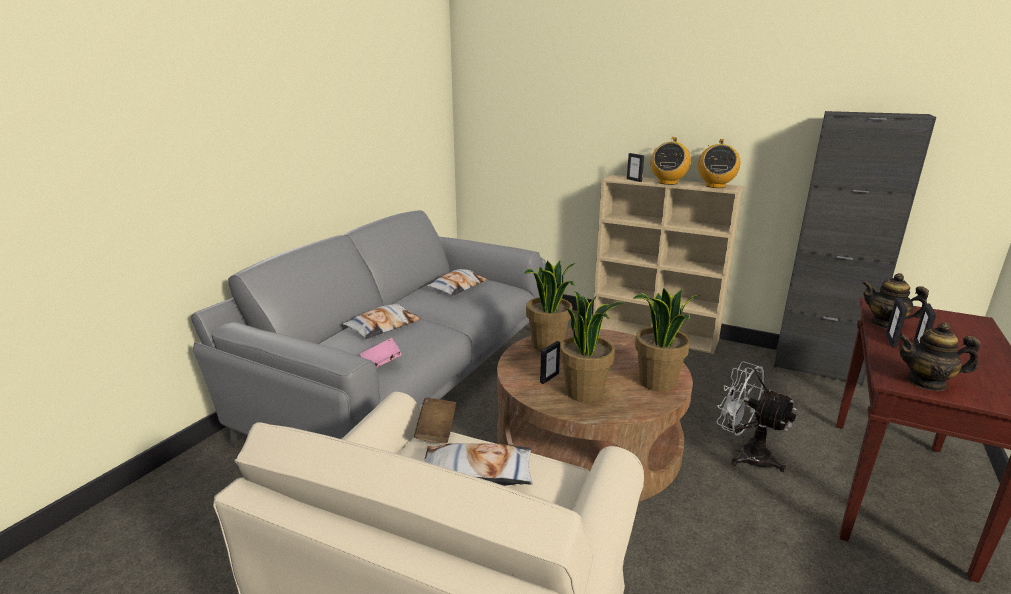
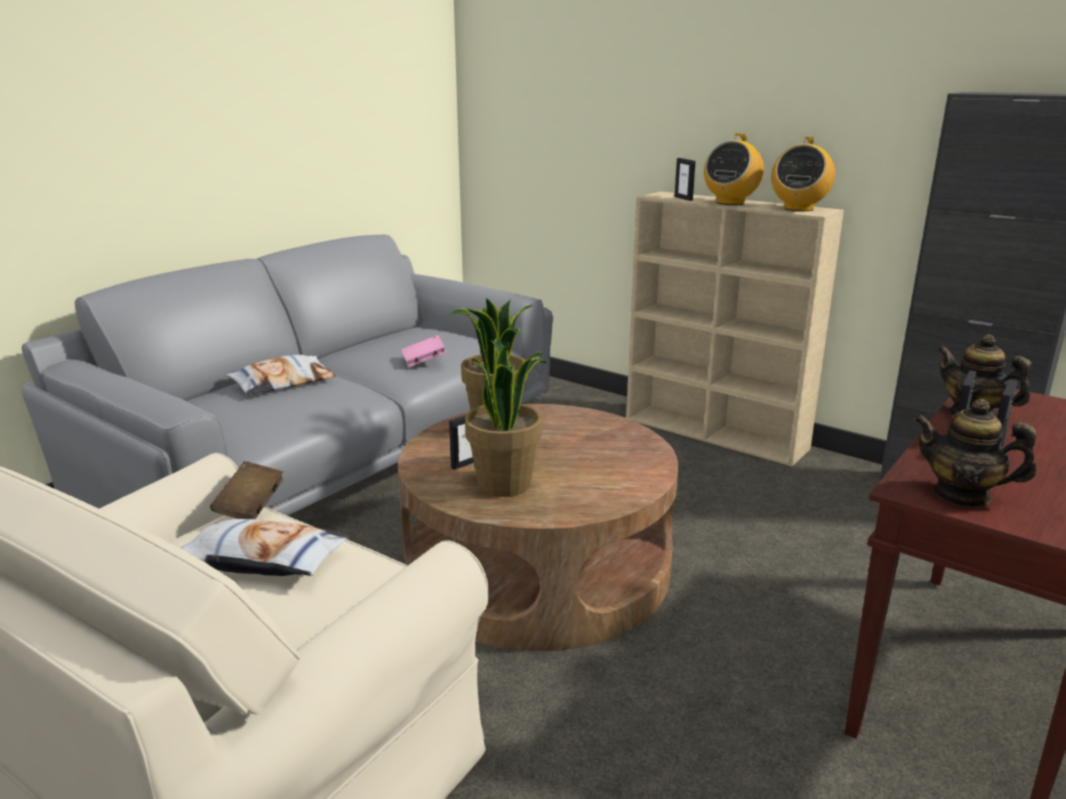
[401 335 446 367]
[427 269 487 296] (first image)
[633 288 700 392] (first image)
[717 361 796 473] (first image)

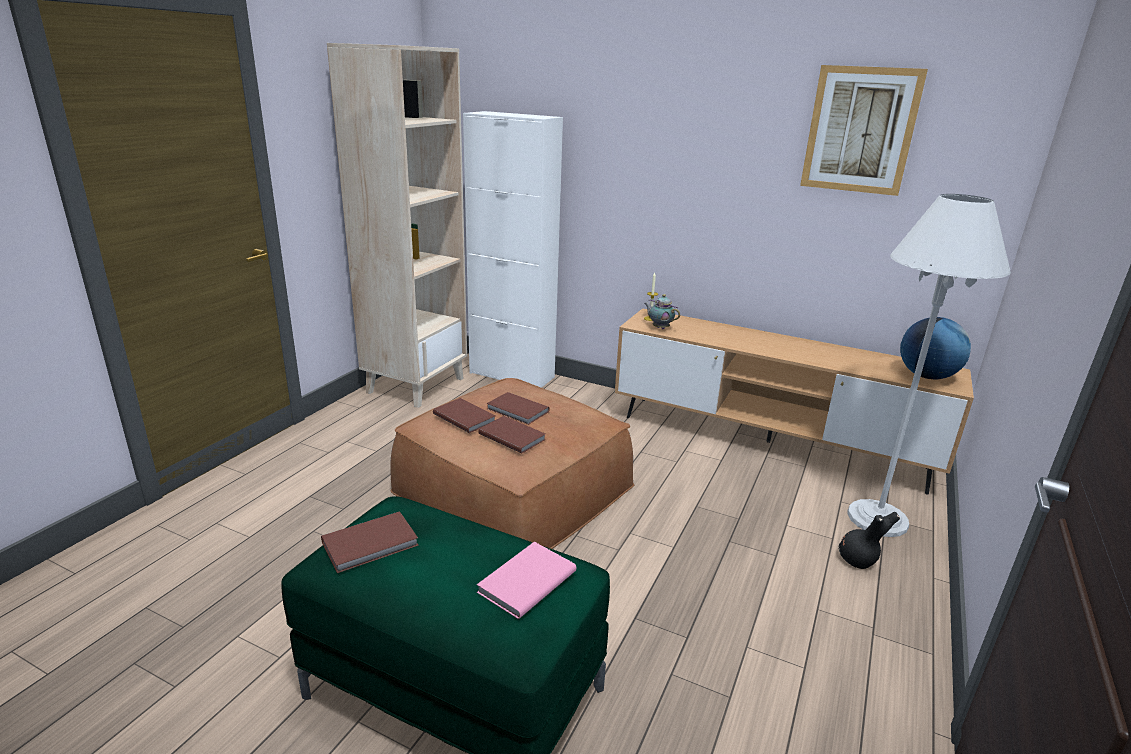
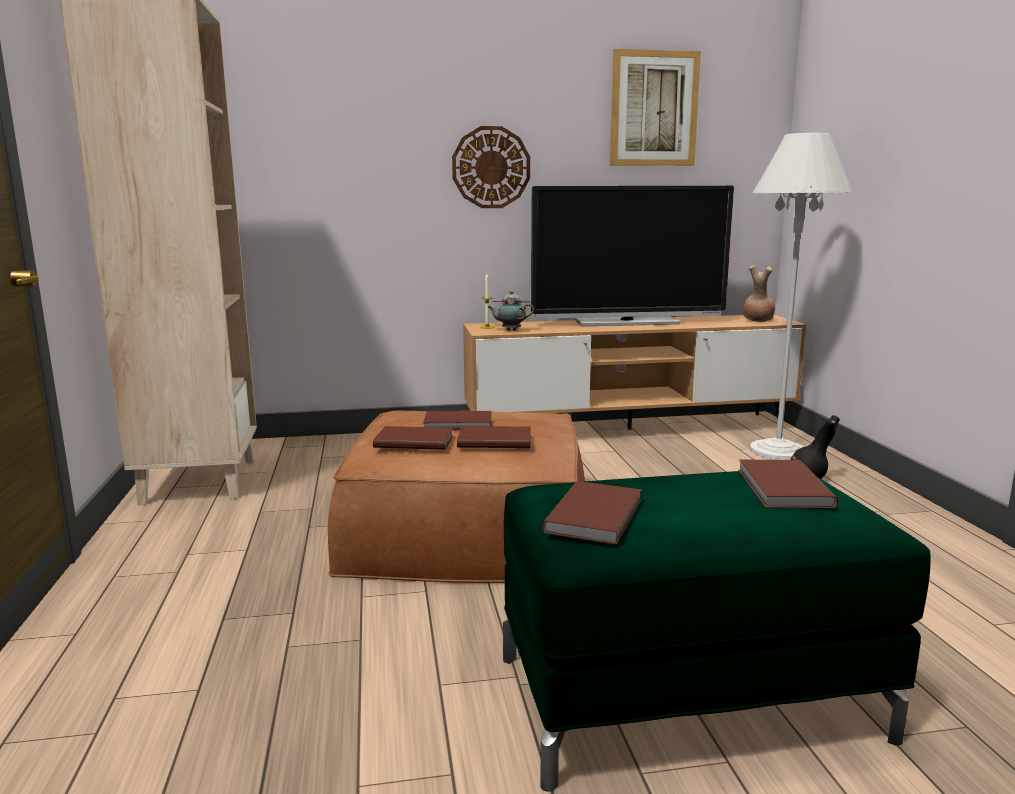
[463 111 563 388] (first image)
[738 459 838 508]
[743 265 775 322]
[452 126 530 208]
[531 186 734 326]

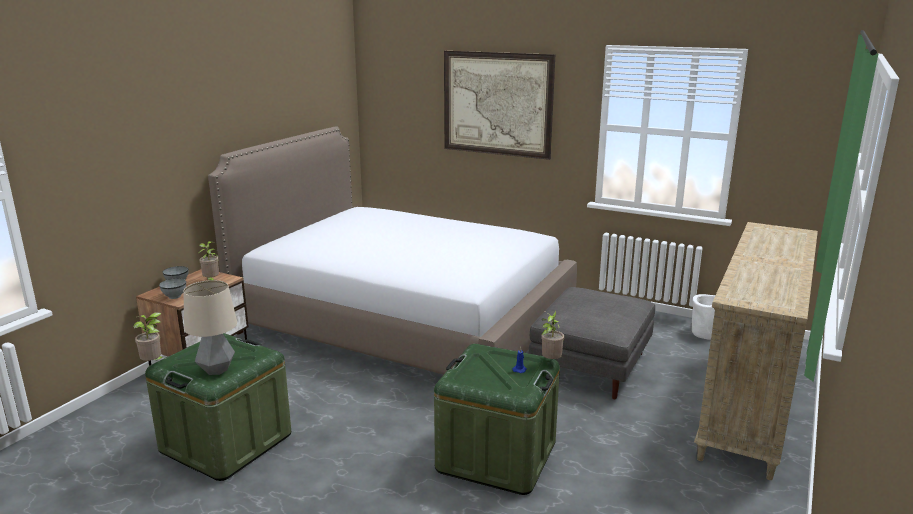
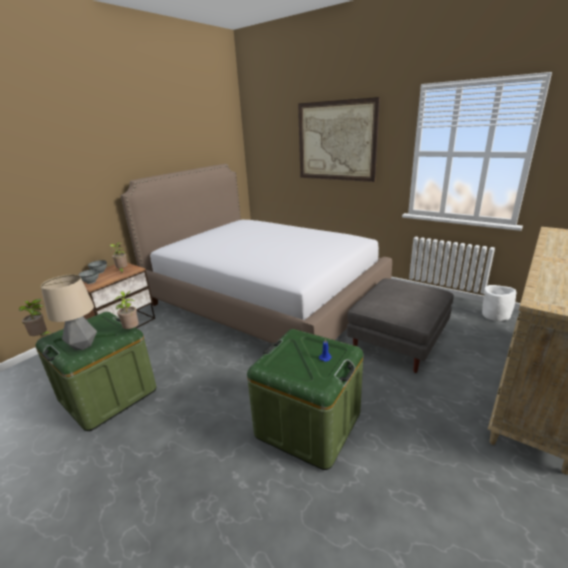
[114 291 139 329]

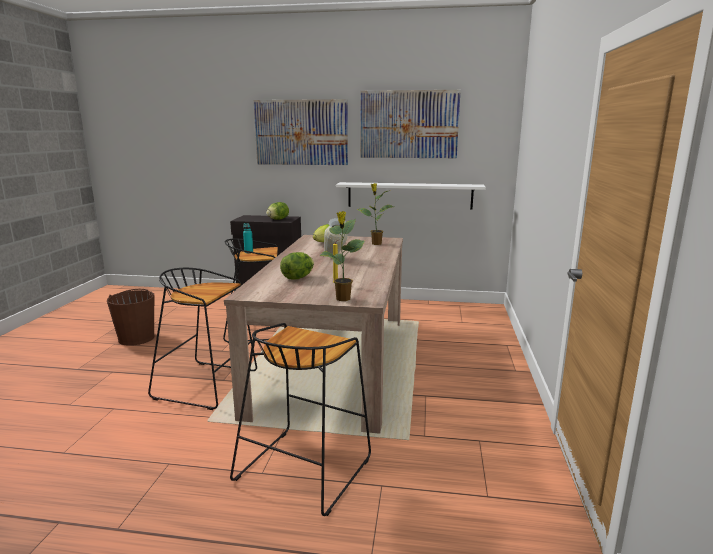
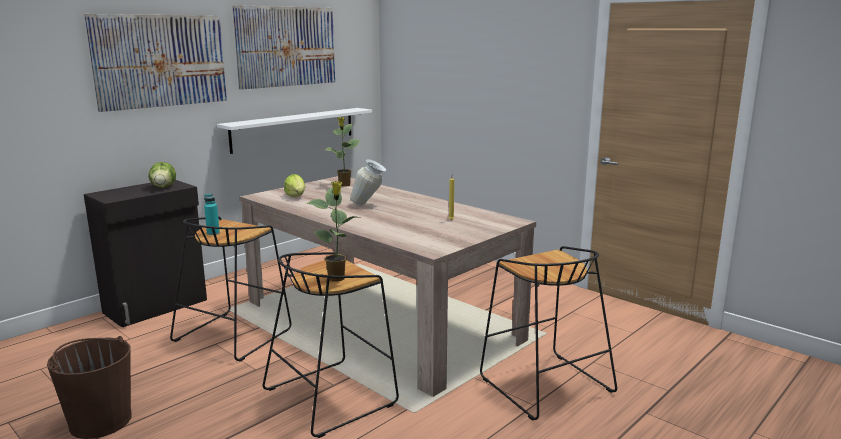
[280 252 314 279] (first image)
[306 181 356 282]

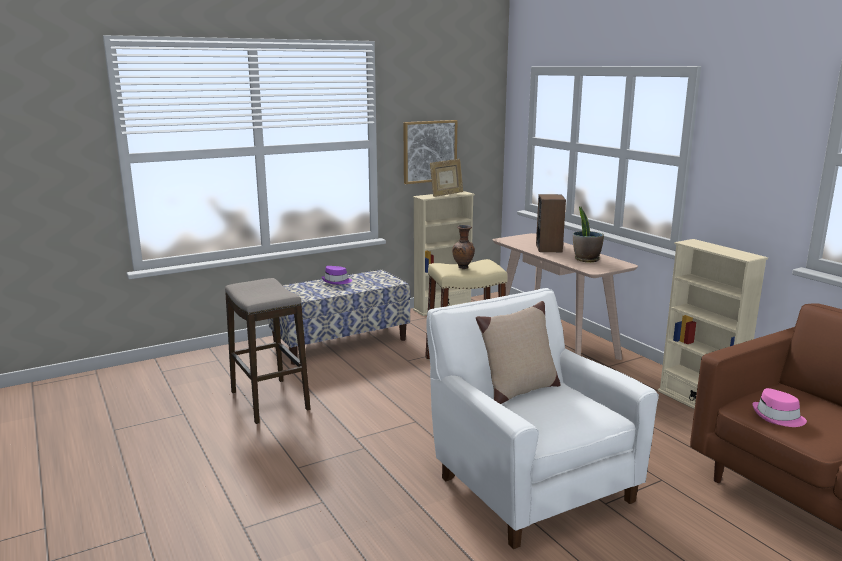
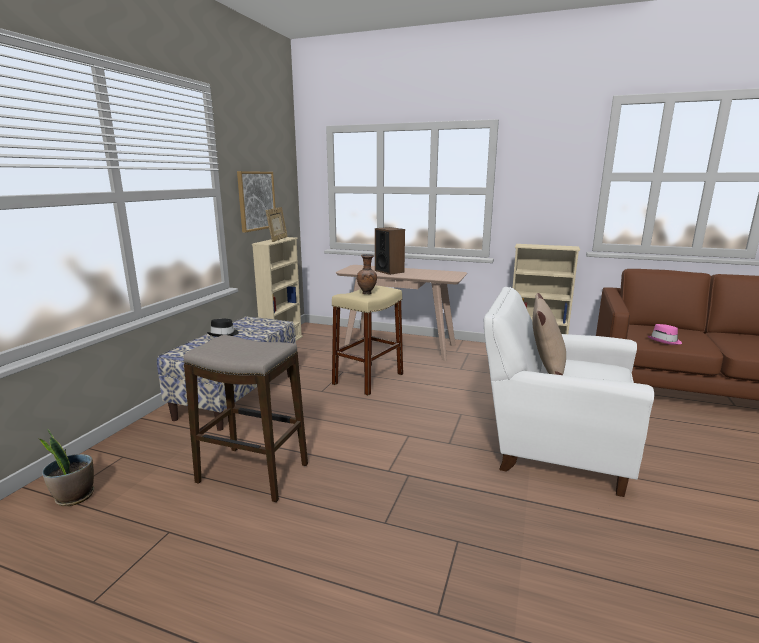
[207 319 239 337]
[39 429 94 506]

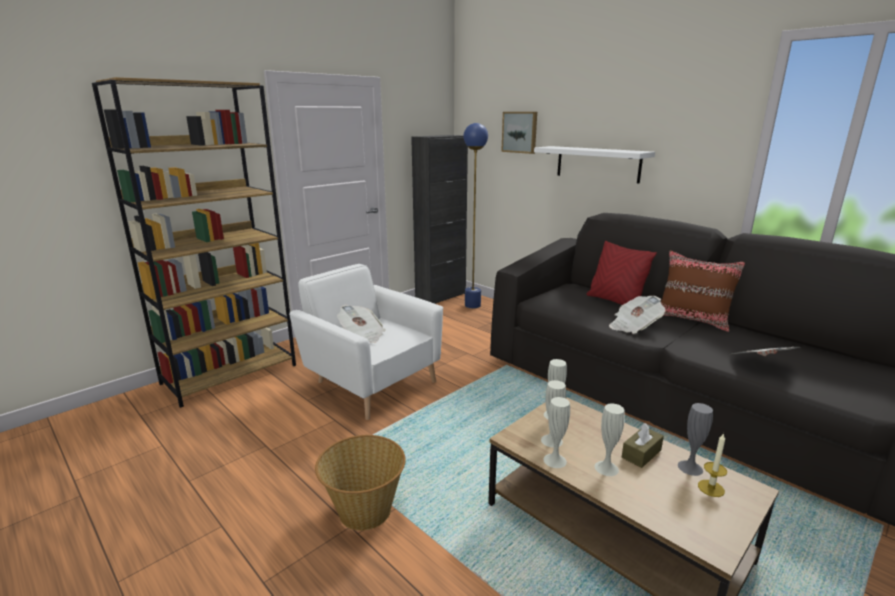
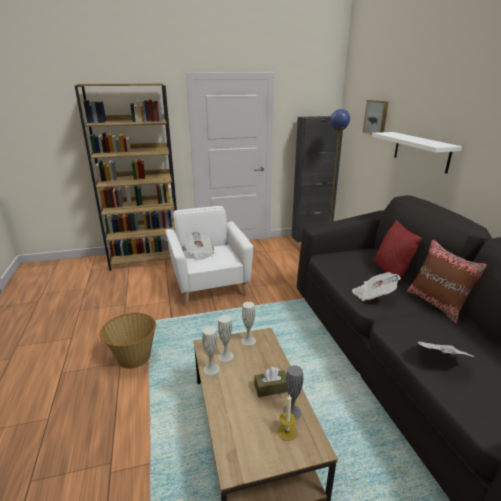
[595 404 625 476] (first image)

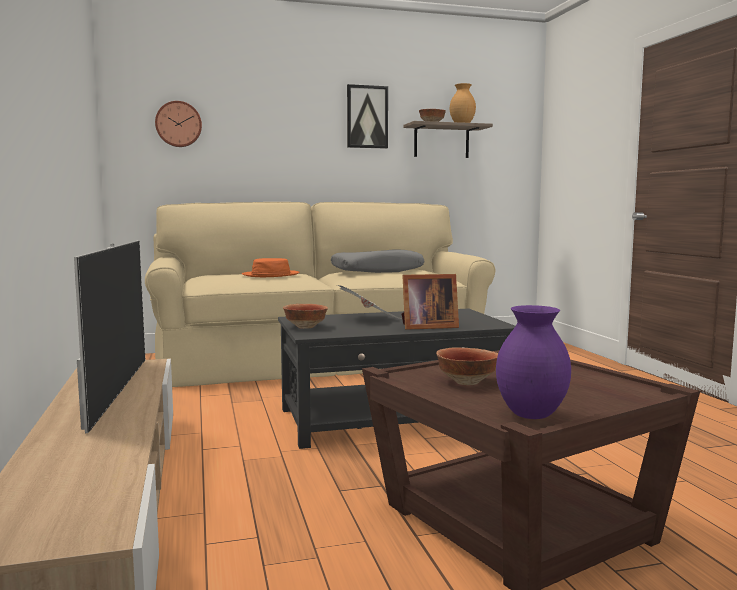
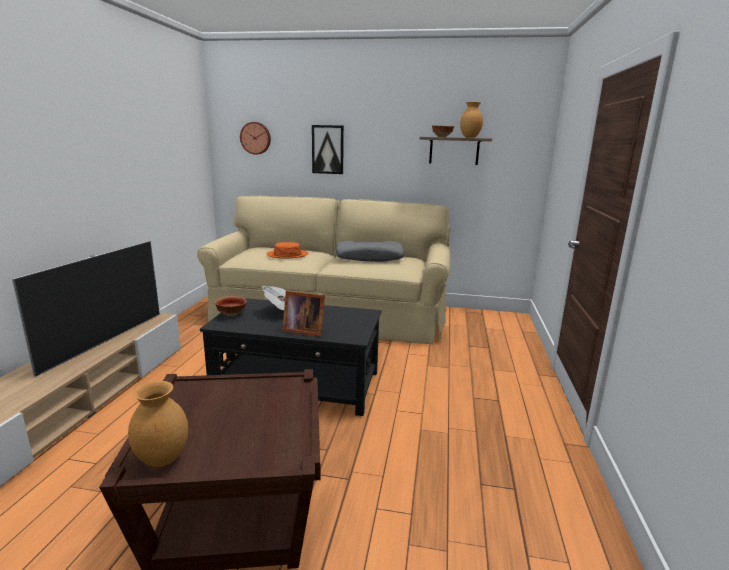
[312 125 344 174]
[436 347 498 385] (first image)
[128 381 188 467]

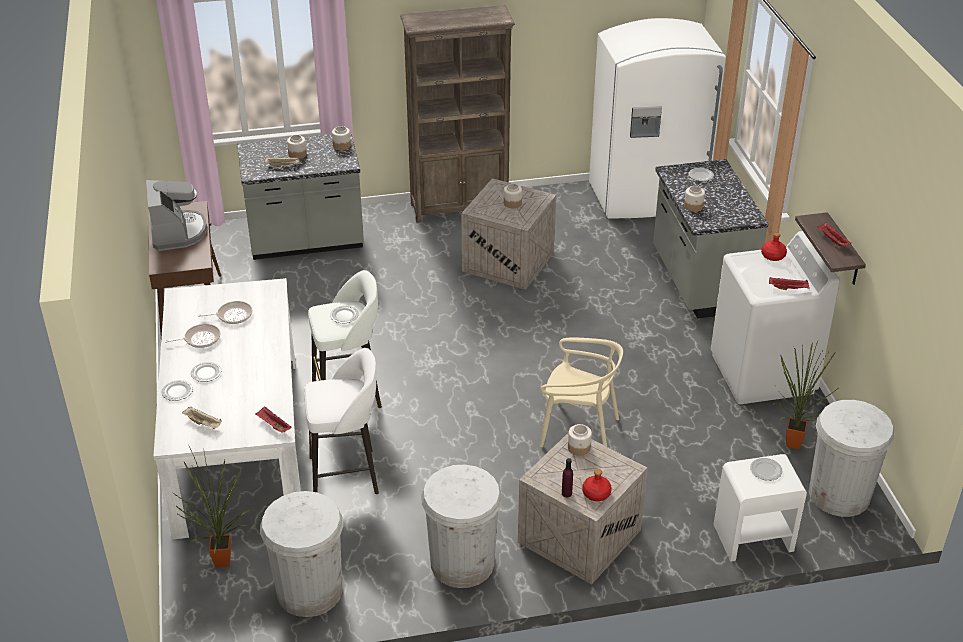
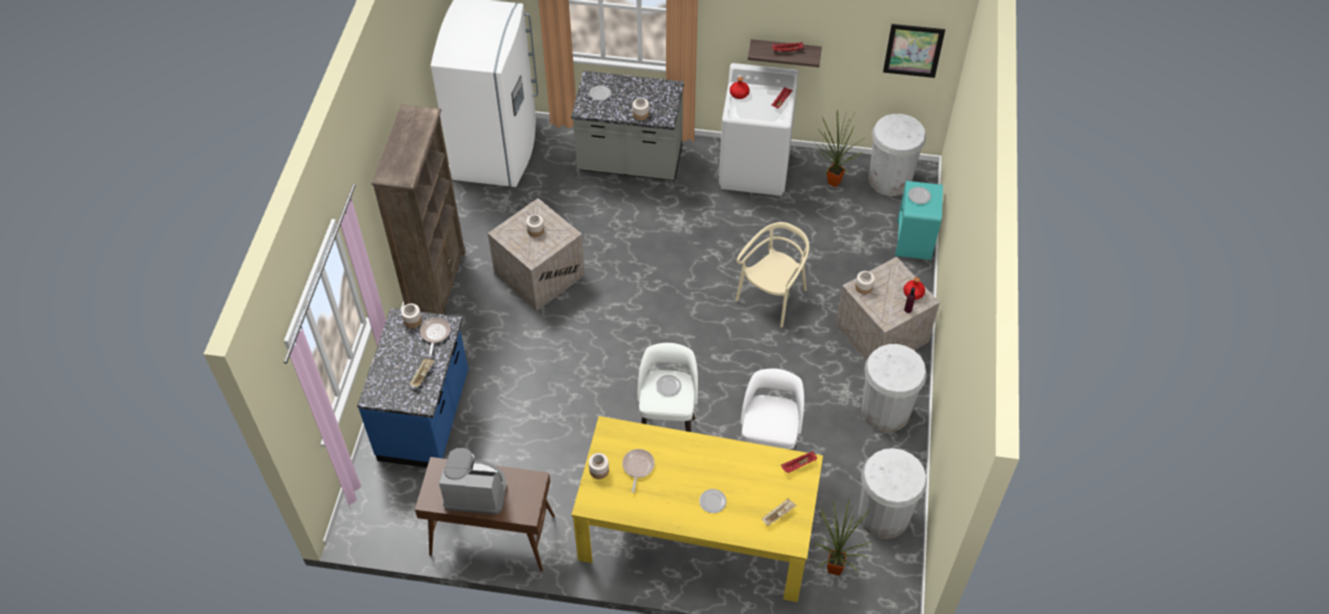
[572 416 823 602]
[161 380 193 401] (first image)
[420 317 450 356]
[357 308 468 468]
[589 453 609 479]
[895 181 943 260]
[883 24 945 78]

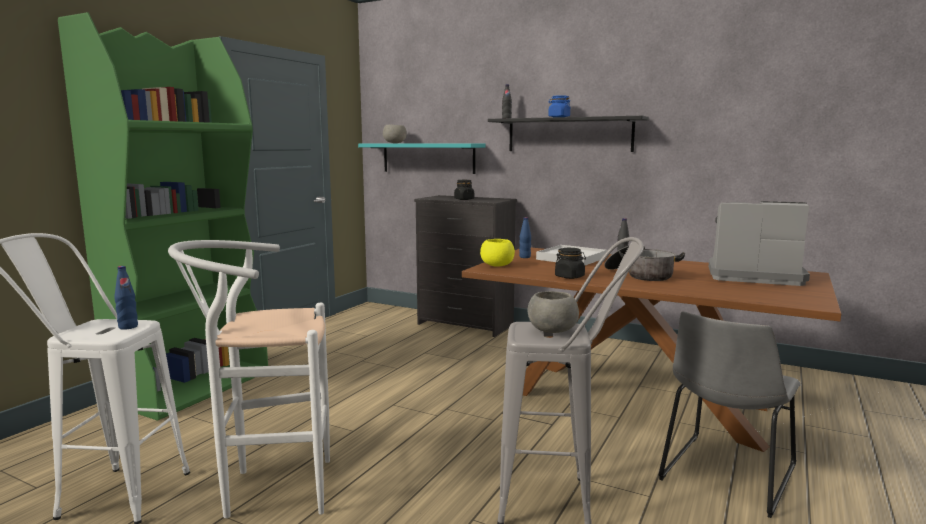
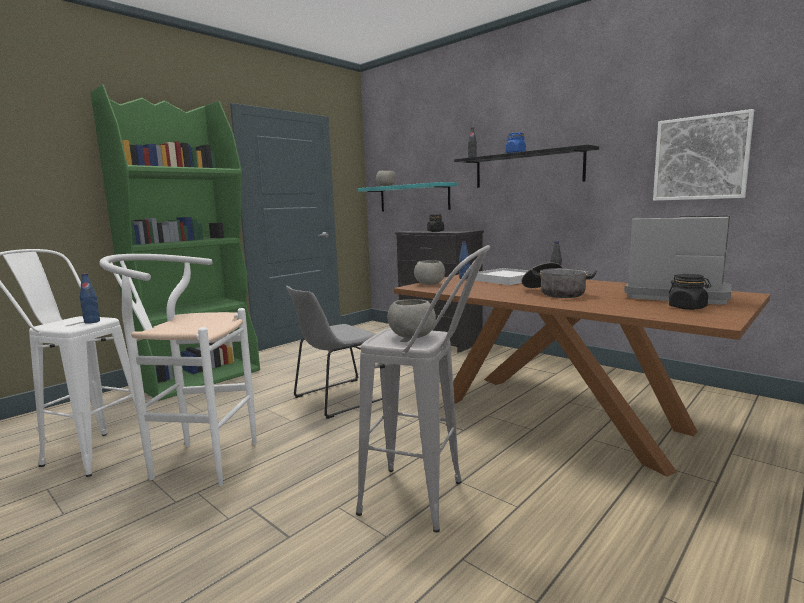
[414 260 445 285]
[669 274 711 310]
[286 286 382 419]
[653 109 754 201]

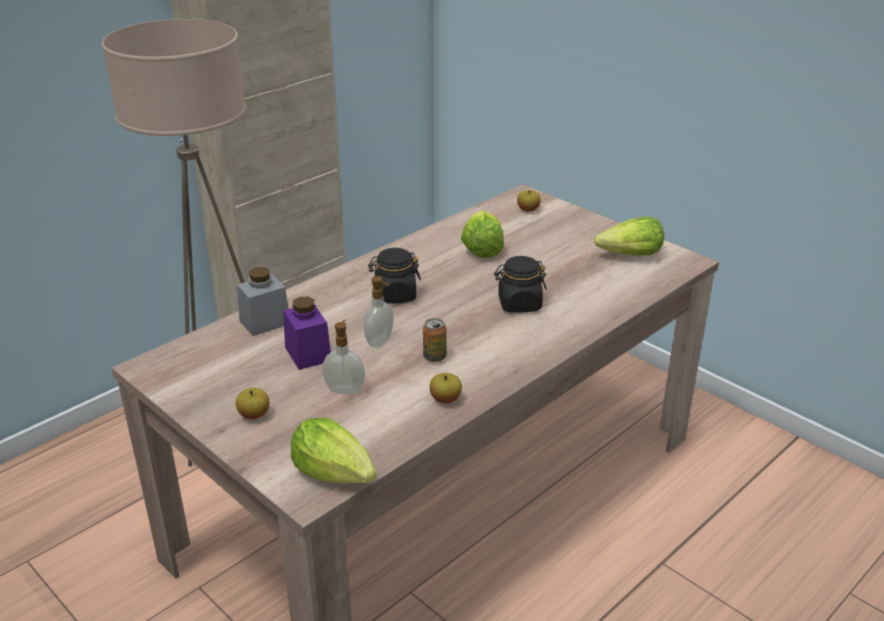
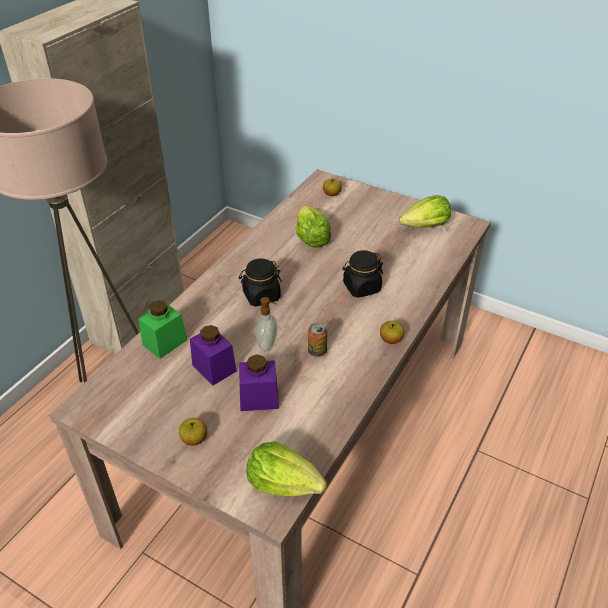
[139 300 187 359]
[239 354 279 411]
[380 321 404 344]

